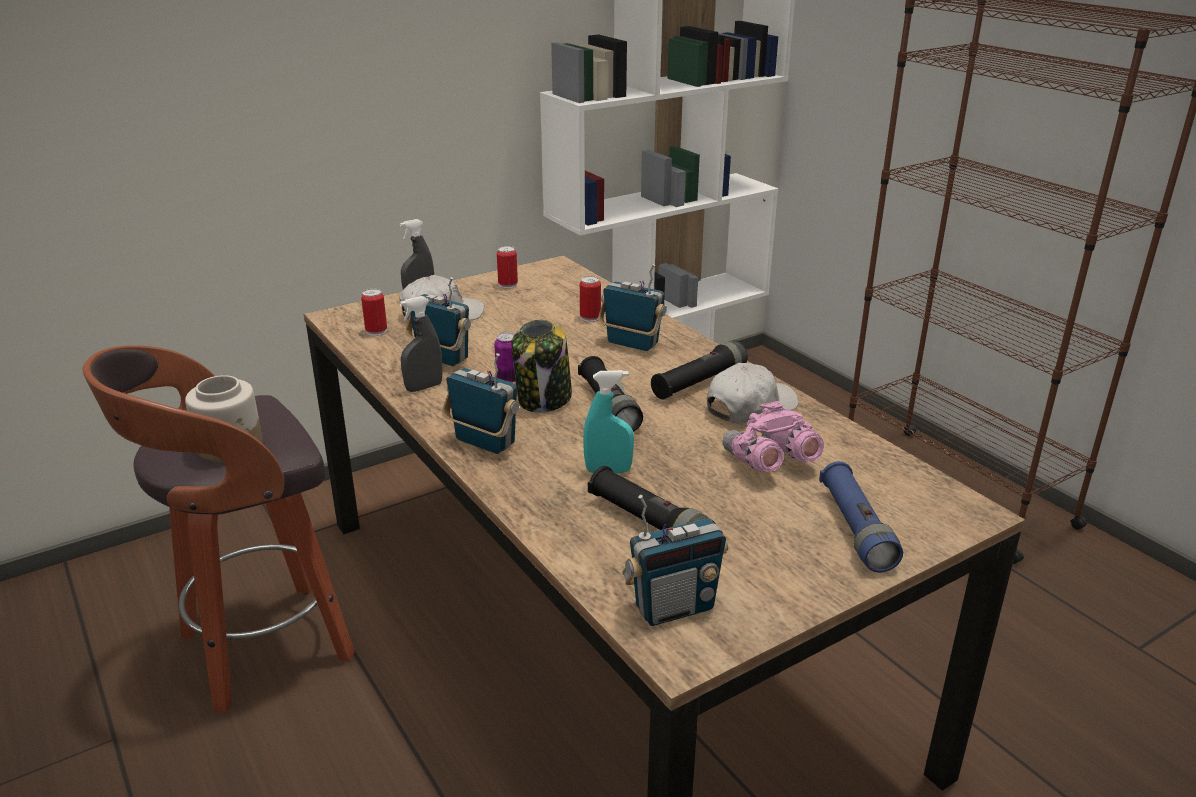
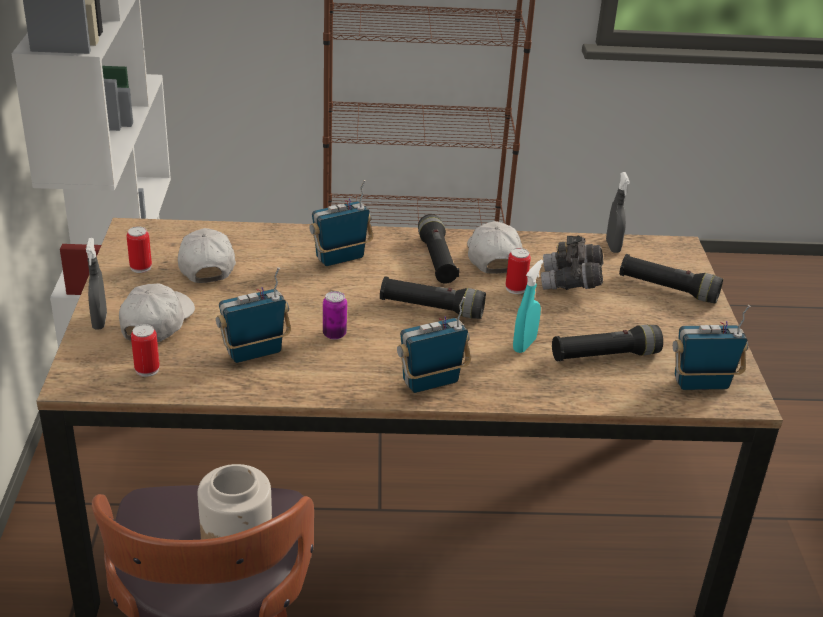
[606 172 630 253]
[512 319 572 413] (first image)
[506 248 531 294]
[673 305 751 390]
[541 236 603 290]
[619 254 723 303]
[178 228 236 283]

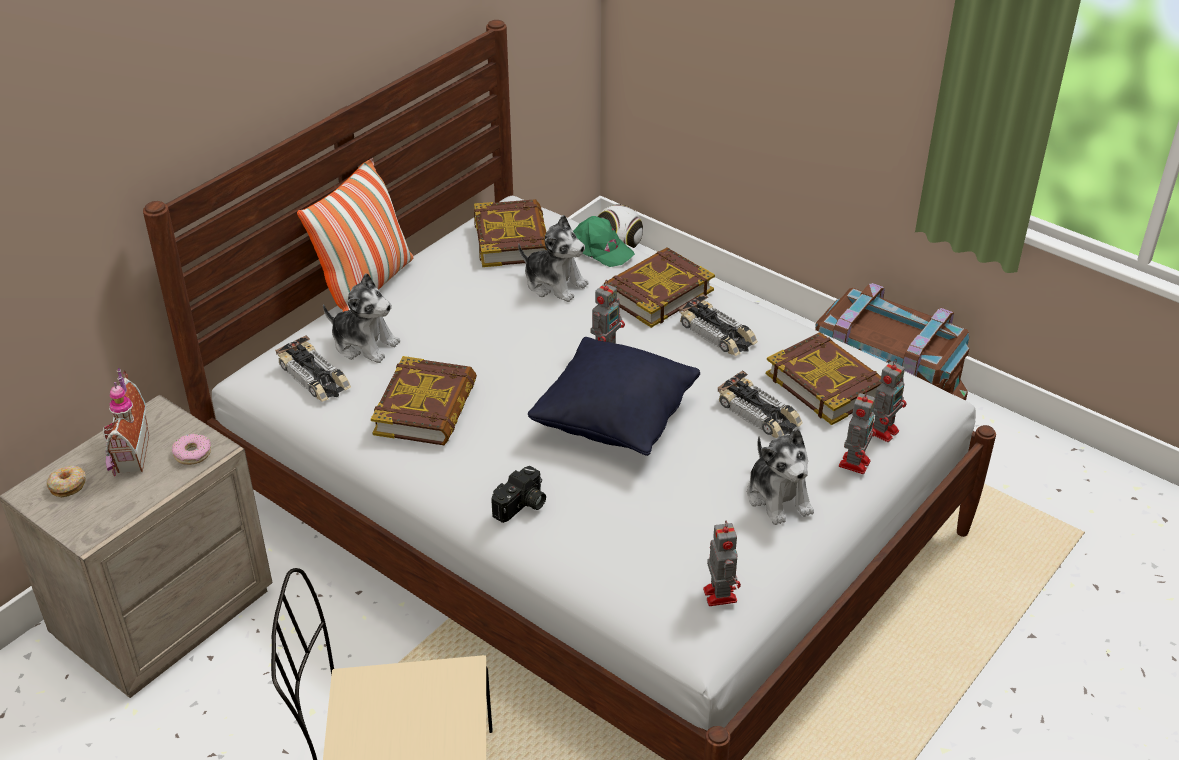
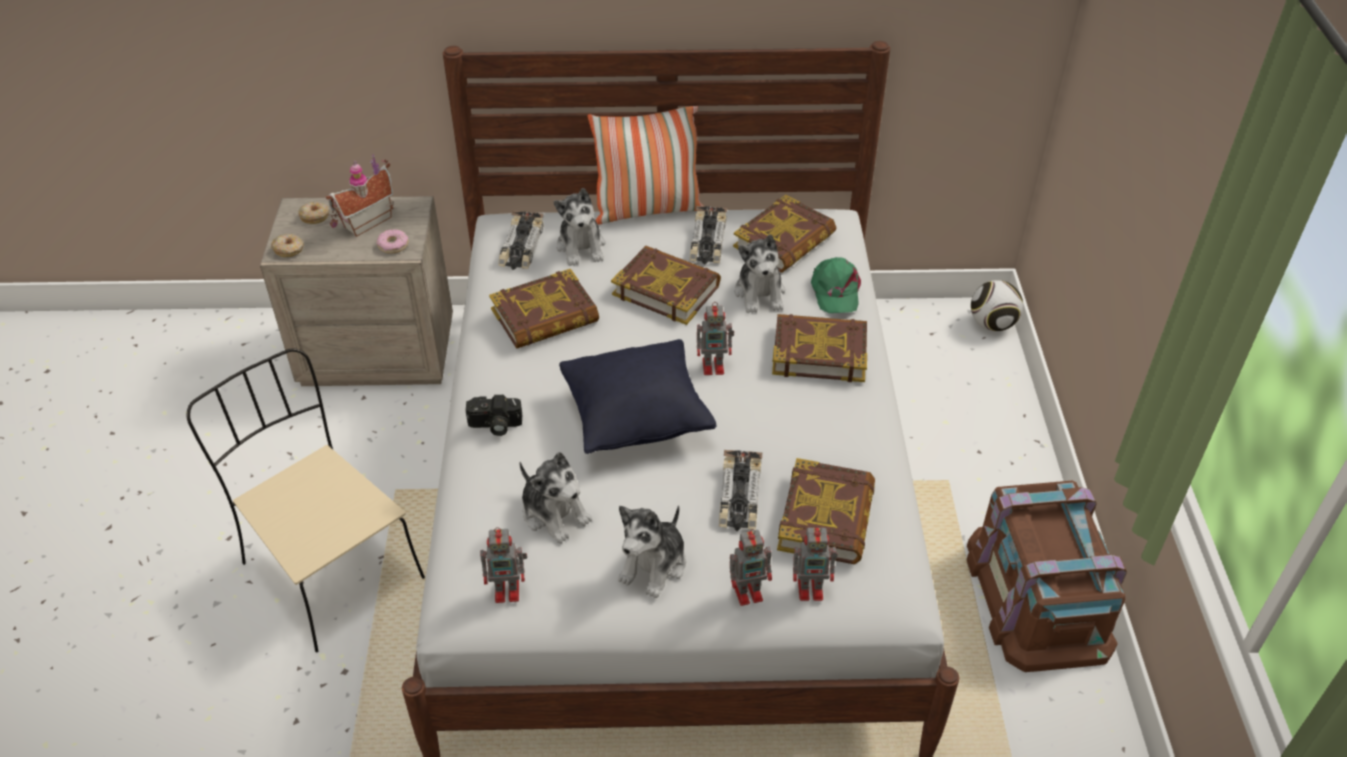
[690 206 727 265]
[480 527 527 603]
[271 234 304 257]
[519 452 592 544]
[611 246 721 325]

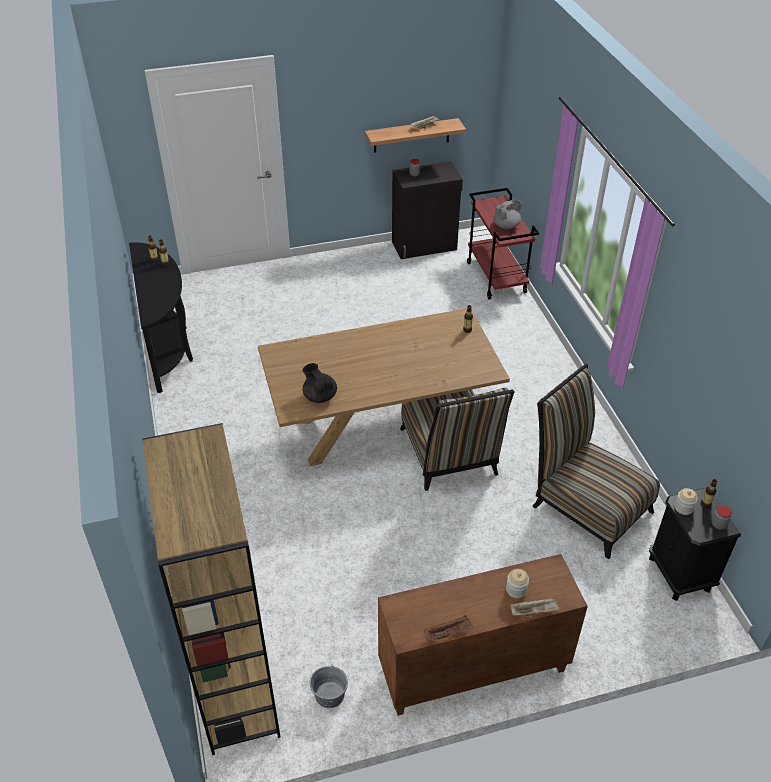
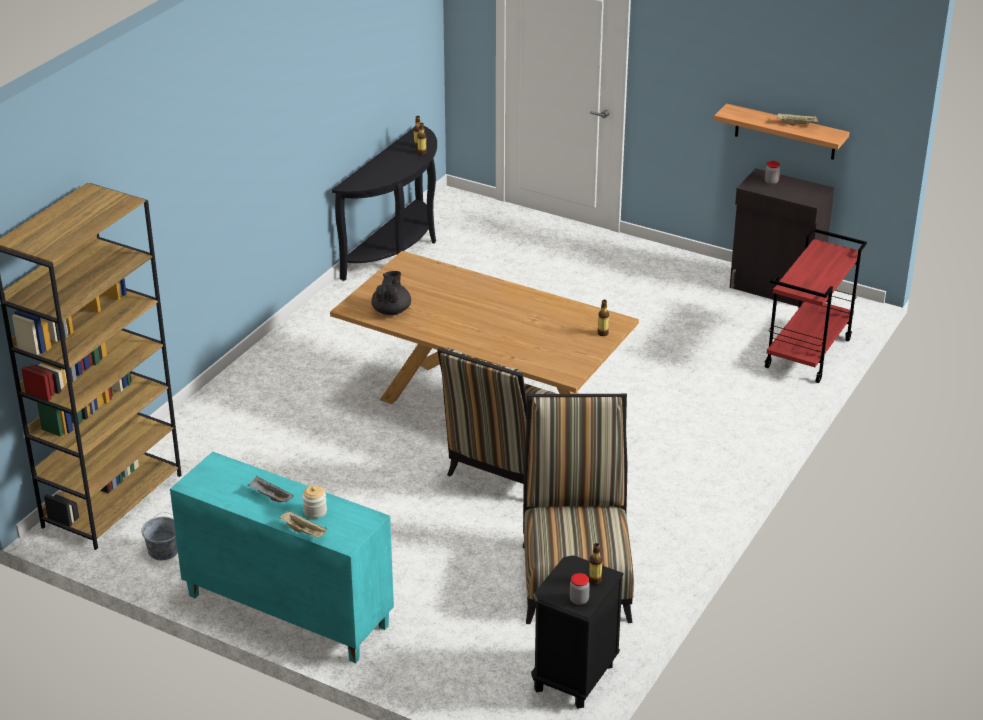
[170 452 394 663]
[424 615 474 641] (first image)
[493 200 522 229] (first image)
[675 488 698 515] (first image)
[247 476 294 502]

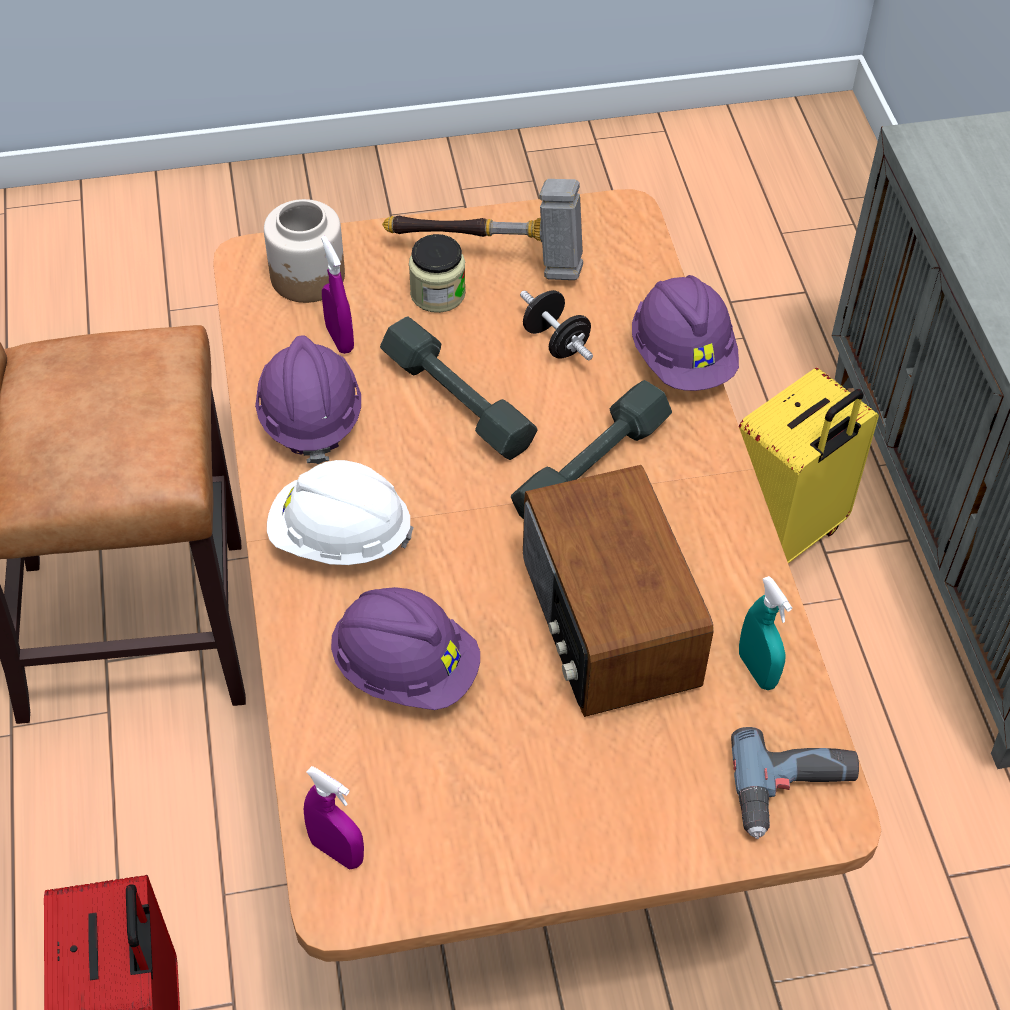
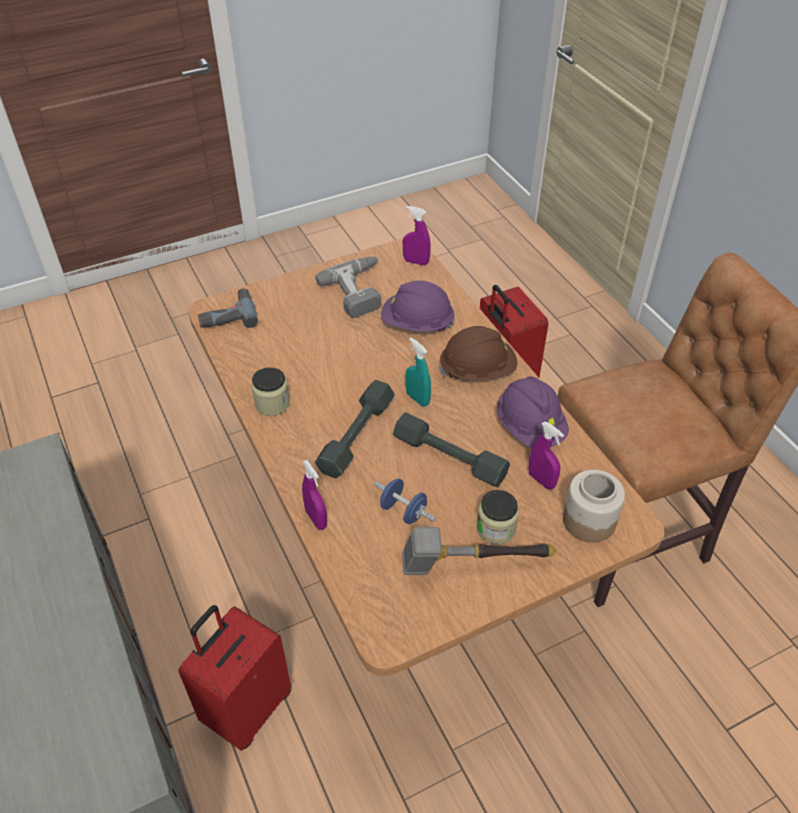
[439 326 517 381]
[373 479 436 524]
[523 465 714 717] (first image)
[302 460 327 530]
[179 605 291 751]
[405 337 431 407]
[252 367 290 416]
[315 257 381 318]

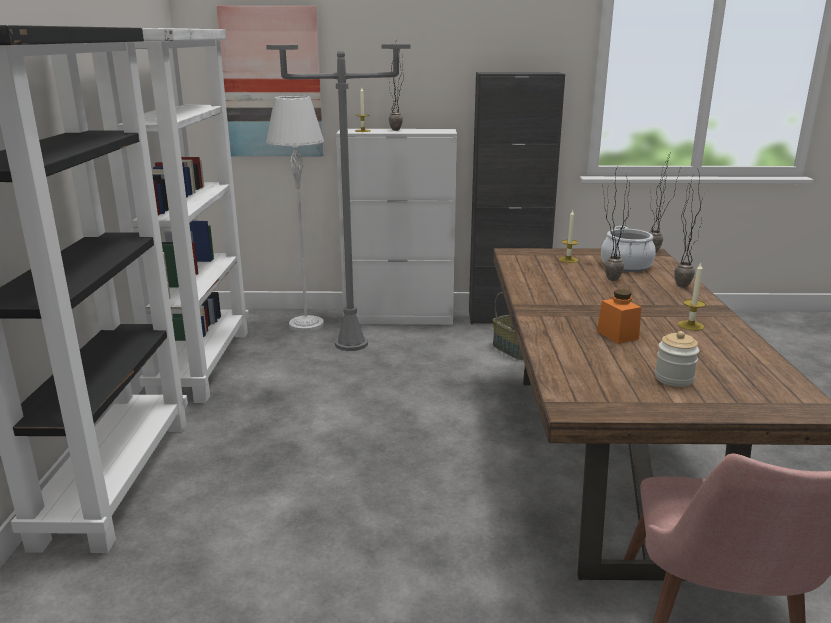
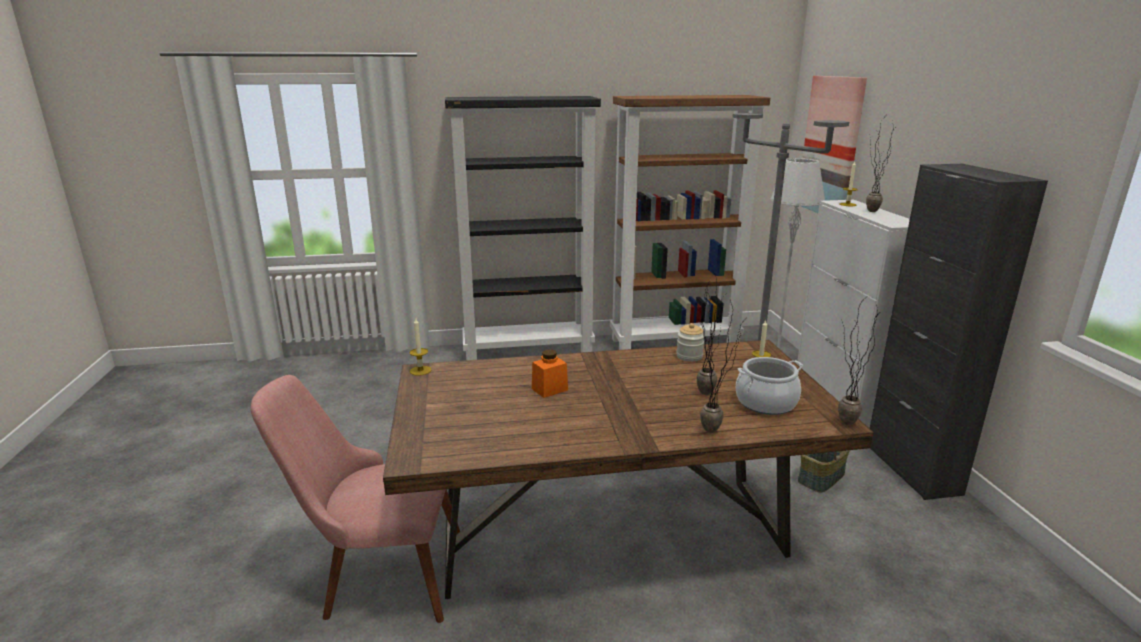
[610 95 770 350]
[676 323 705 362]
[409 317 431 376]

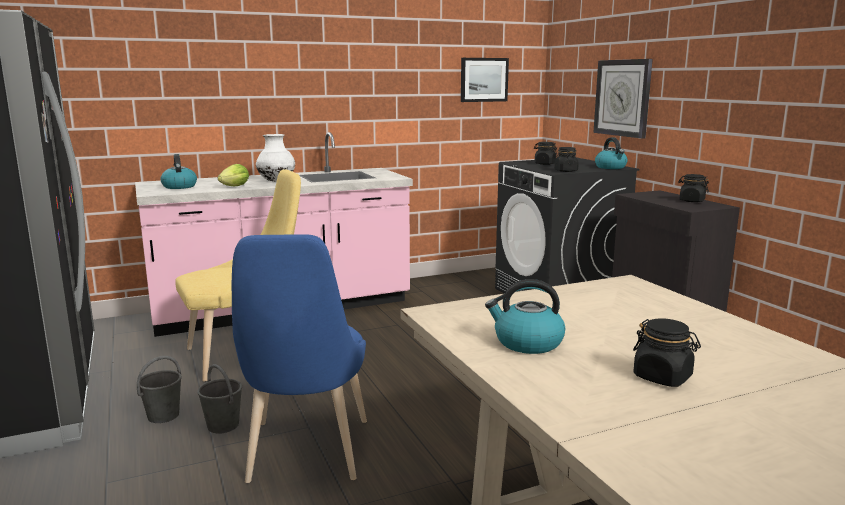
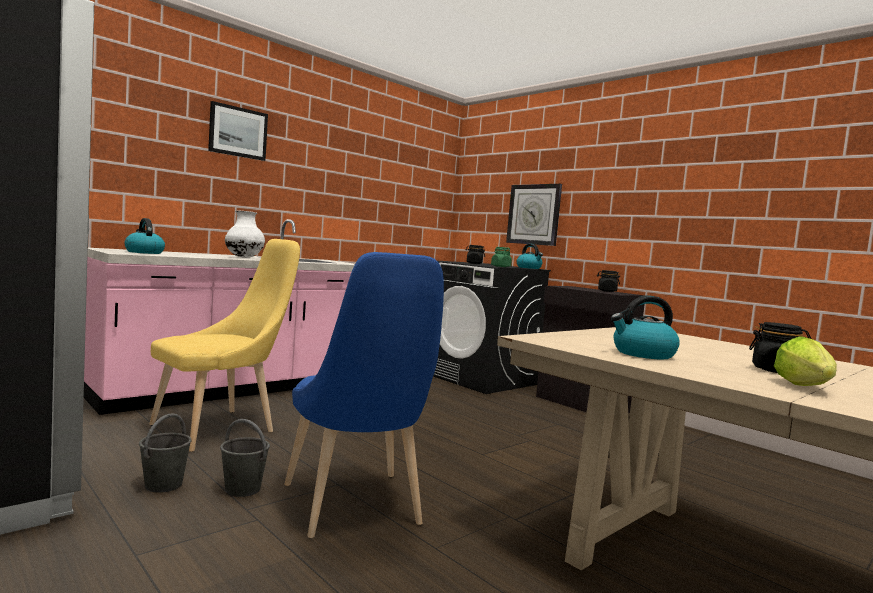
[774 337 837 386]
[208 101 268 161]
[491 247 512 267]

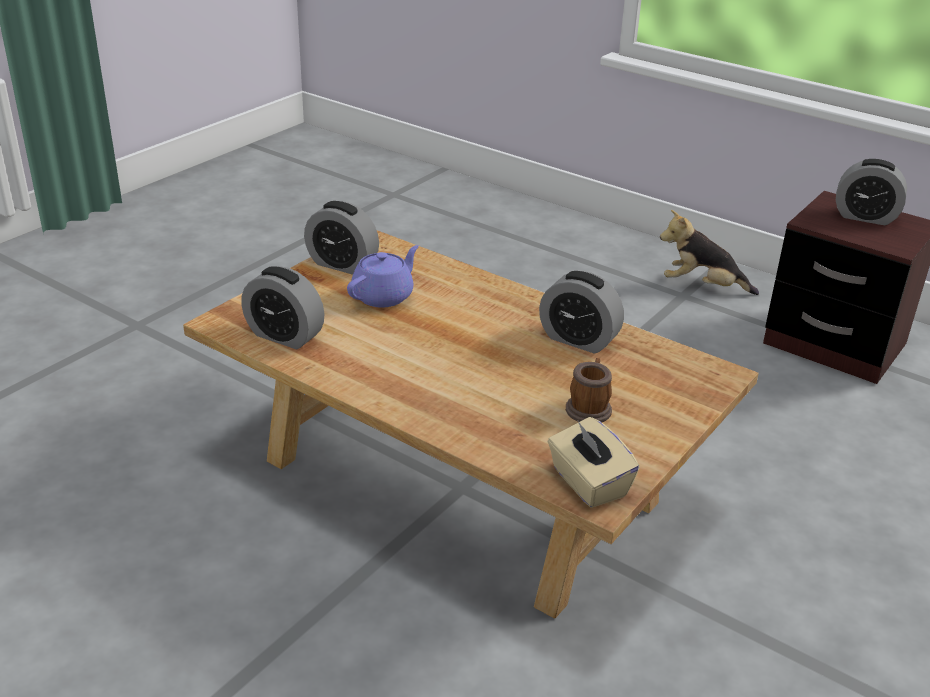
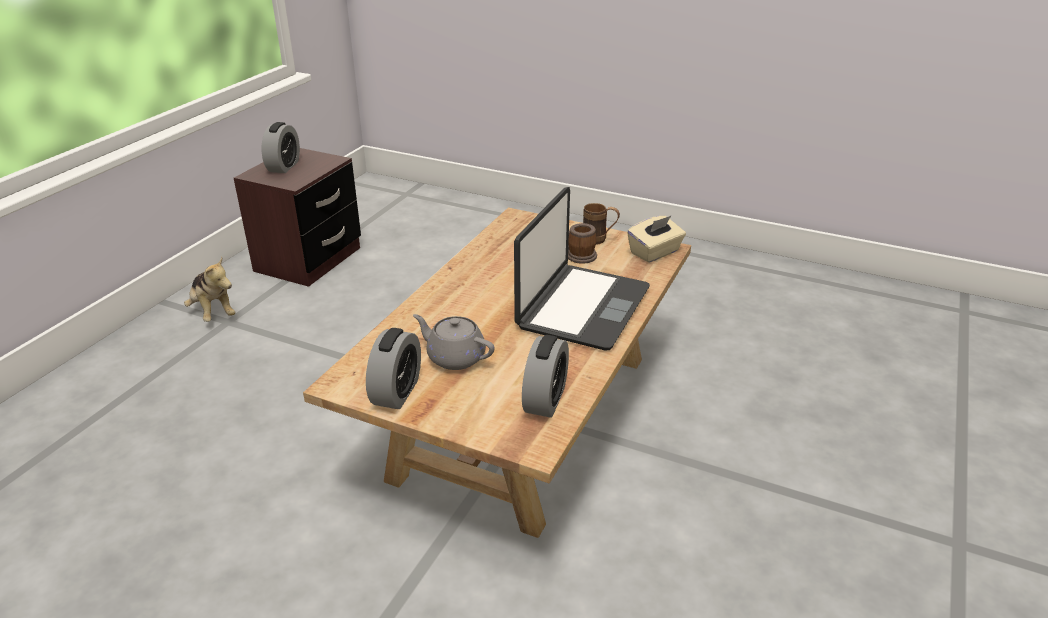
[413 314 495 370]
[539 271 624 354] (first image)
[184 257 236 322]
[514 187 650 351]
[583 203 620 245]

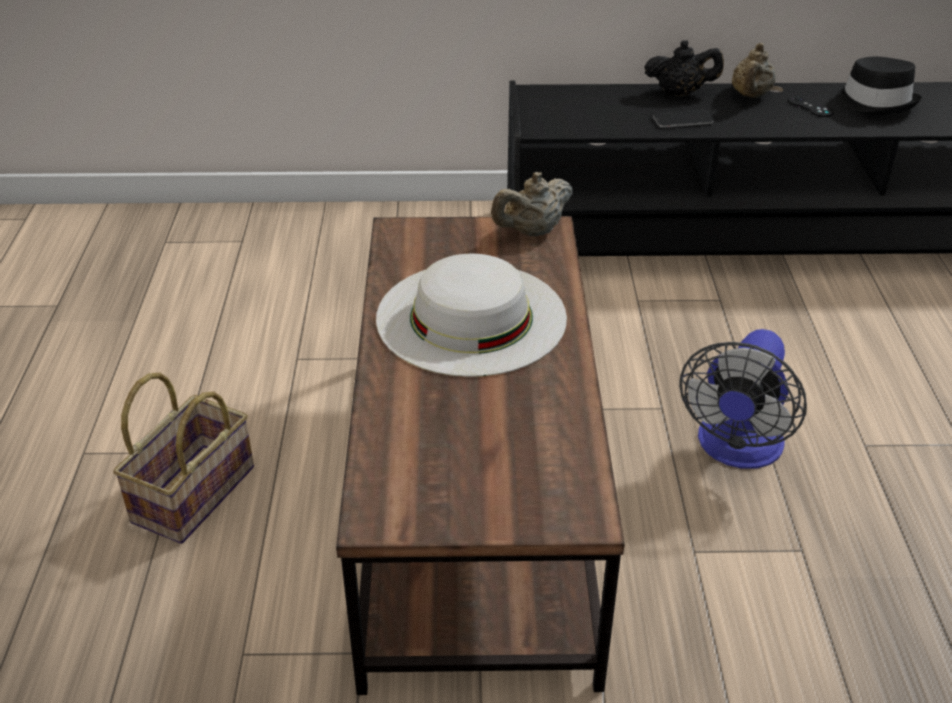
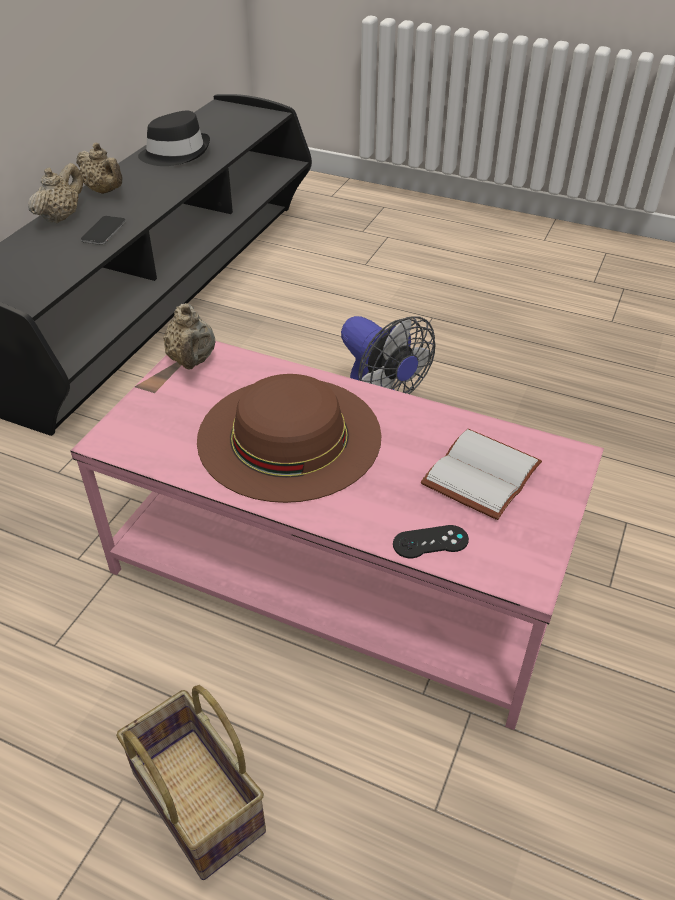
[70 341 604 730]
[197 374 381 503]
[28 163 83 223]
[393 525 469 558]
[421 429 542 520]

